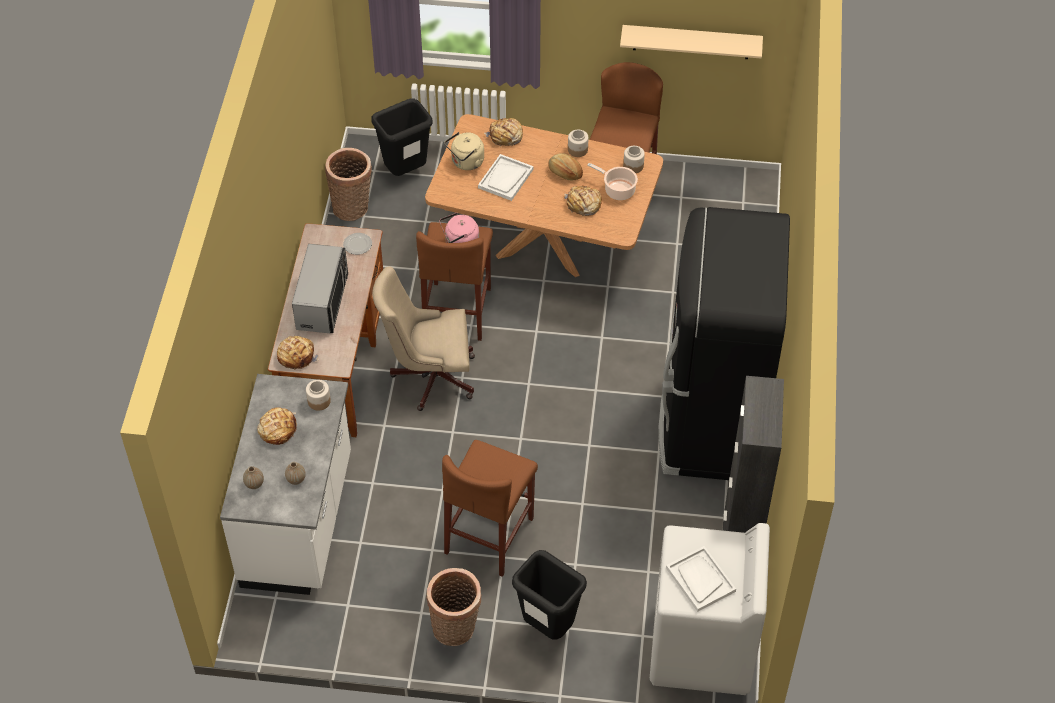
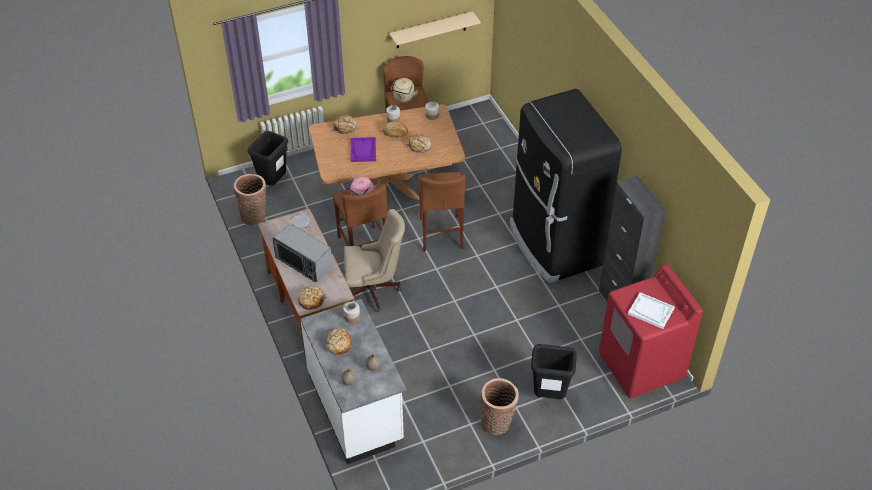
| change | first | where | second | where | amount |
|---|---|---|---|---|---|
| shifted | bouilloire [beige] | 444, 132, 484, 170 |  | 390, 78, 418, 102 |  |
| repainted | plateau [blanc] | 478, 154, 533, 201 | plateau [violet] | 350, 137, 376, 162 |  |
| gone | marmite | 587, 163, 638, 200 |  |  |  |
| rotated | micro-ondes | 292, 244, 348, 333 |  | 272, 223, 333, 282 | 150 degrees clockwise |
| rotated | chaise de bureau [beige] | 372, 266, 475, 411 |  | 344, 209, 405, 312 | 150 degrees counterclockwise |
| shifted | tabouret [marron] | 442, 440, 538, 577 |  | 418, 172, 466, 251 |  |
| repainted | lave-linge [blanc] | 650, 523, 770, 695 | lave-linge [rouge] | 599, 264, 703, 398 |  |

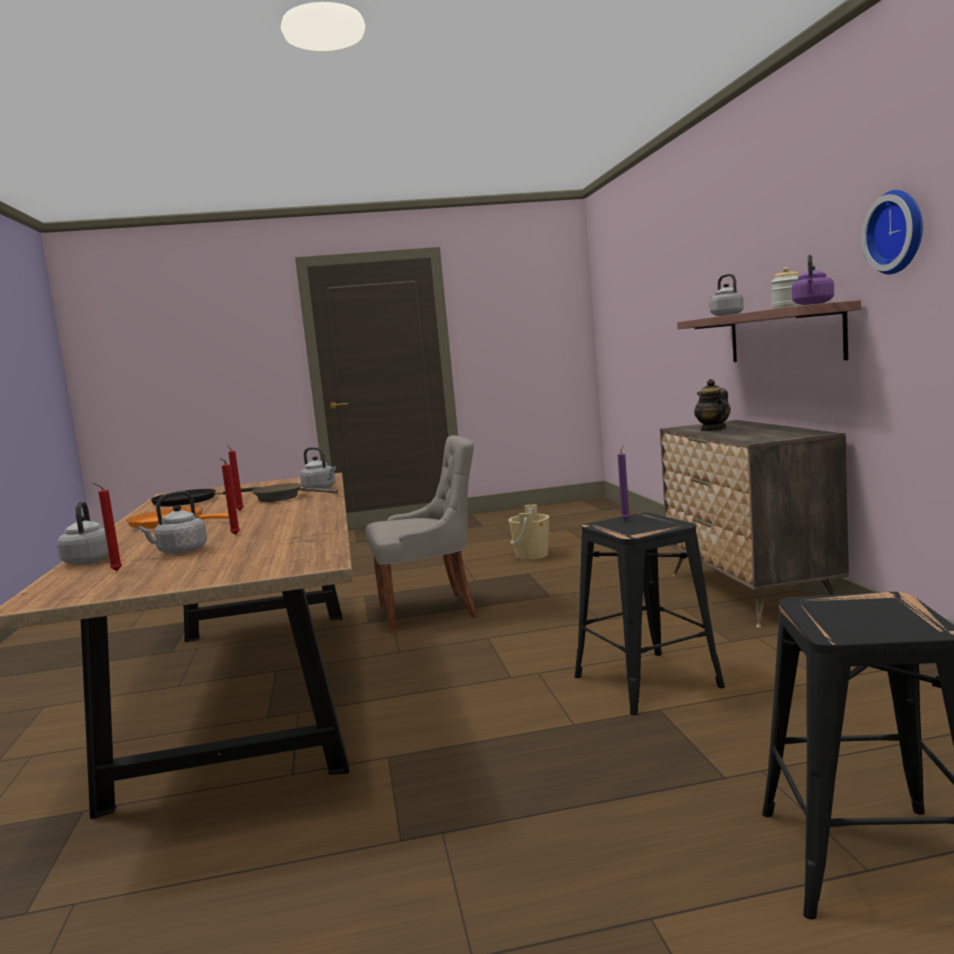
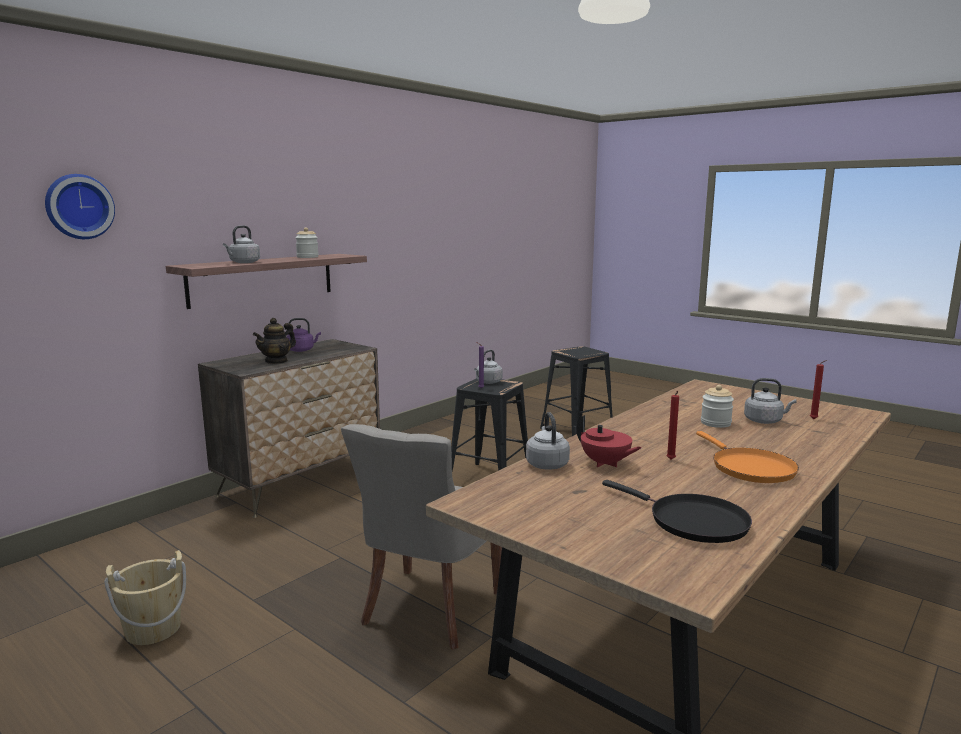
| change | first | where | second | where | amount |
|---|---|---|---|---|---|
| shifted | horloge murale | 861, 190, 923, 274 |  | 45, 174, 115, 239 |  |
| shifted | bouilloire [violet] | 792, 255, 834, 305 |  | 286, 318, 321, 352 |  |
| rotated | chaise [gris] | 366, 435, 478, 634 |  | 341, 424, 502, 649 | 105 degrees counterclockwise |
| swapped | bougie [rouge] | 220, 458, 240, 535 | bocal | 701, 385, 734, 428 |  |
| swapped | poêle [marron] | 251, 483, 338, 502 | théière [rouge] | 576, 415, 642, 467 |  |
| shifted | bouilloire [gris] | 57, 501, 109, 565 |  | 474, 350, 502, 384 |  |

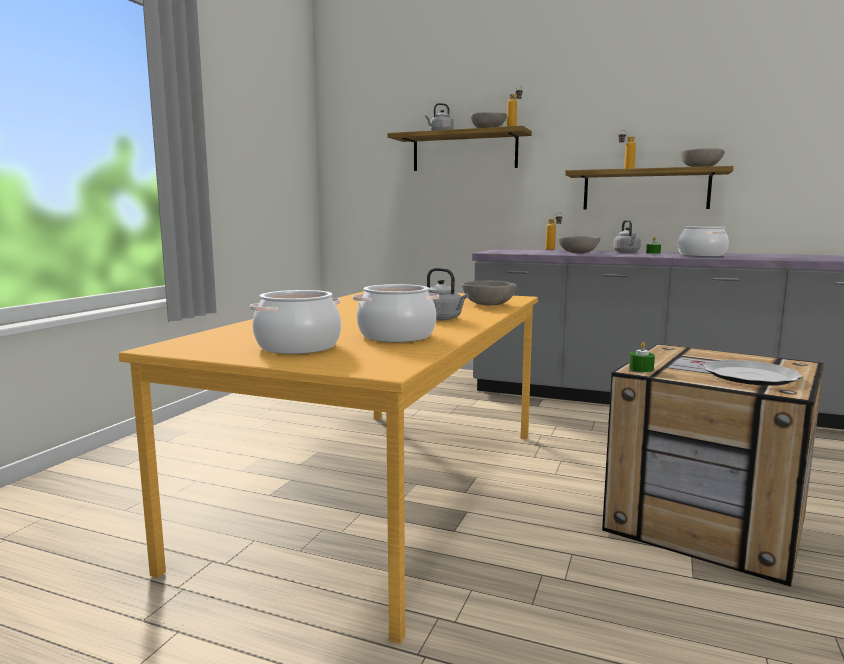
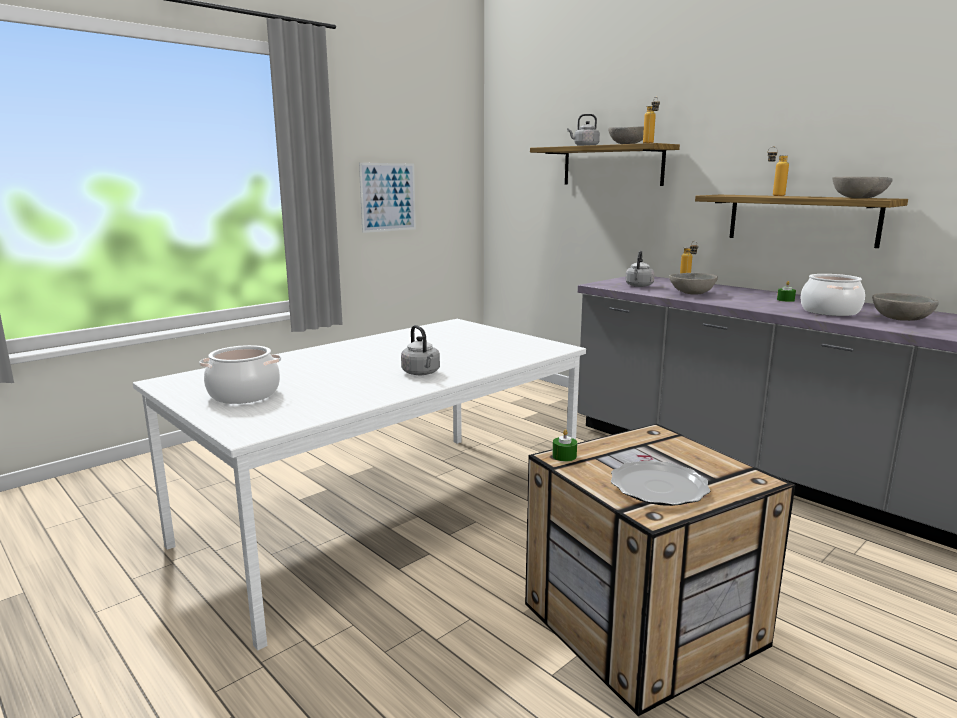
| change | first | where | second | where | amount |
|---|---|---|---|---|---|
| shifted | bouilloire [gris] | 613, 220, 641, 253 |  | 626, 251, 655, 287 |  |
| shifted | bol [gris] | 461, 281, 517, 306 |  | 872, 293, 939, 321 |  |
| gone | marmite | 353, 284, 439, 342 |  |  |  |
| repainted | table à manger [orange] | 119, 291, 538, 644 | table à manger [blanc] | 133, 319, 586, 651 |  |
| new |  |  | tableau | 359, 163, 416, 233 |  |

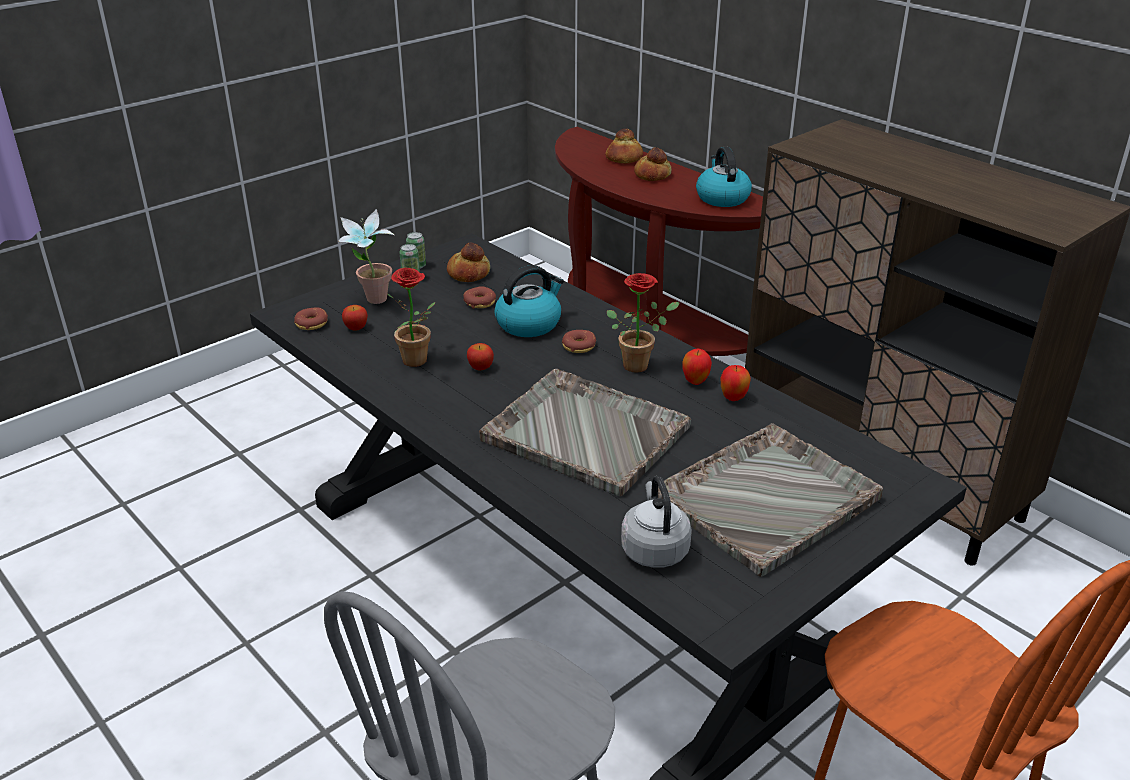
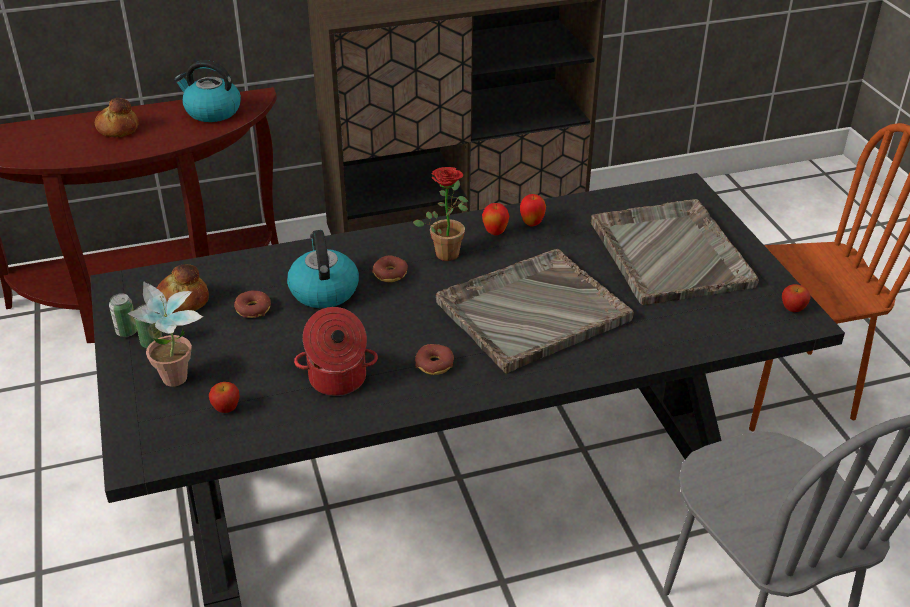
| change | first | where | second | where | amount |
|---|---|---|---|---|---|
| gone | pain | 606, 128, 643, 164 |  |  |  |
| swapped | plante en pot | 386, 267, 435, 367 | marmite | 294, 307, 378, 396 |  |
| shifted | beignet | 294, 307, 328, 330 |  | 415, 344, 454, 375 |  |
| shifted | pomme | 467, 343, 494, 370 |  | 782, 284, 811, 312 |  |
| gone | bouilloire [gris] | 621, 476, 692, 568 |  |  |  |

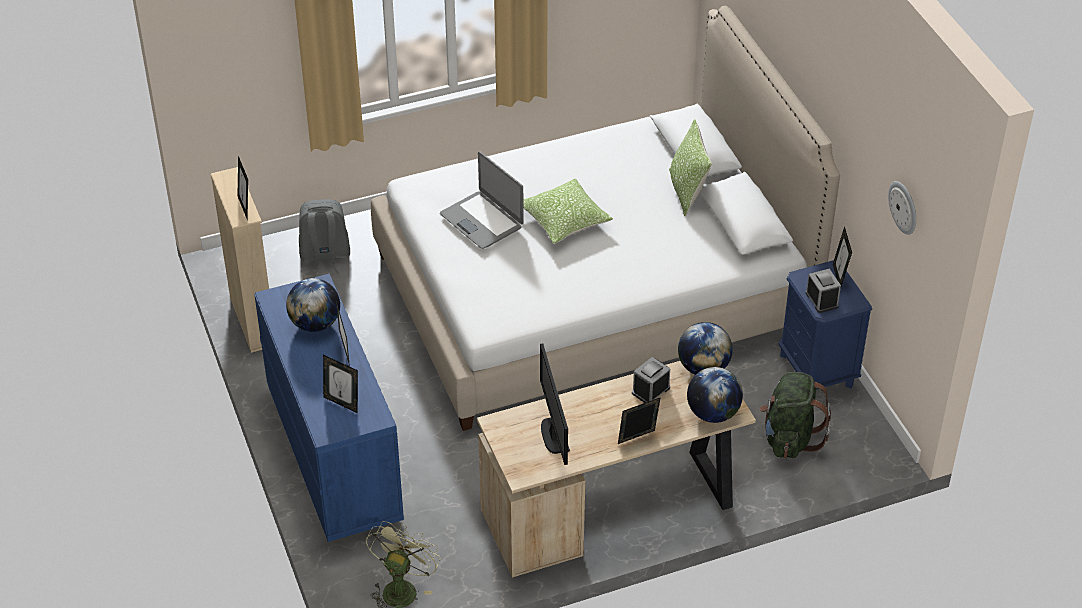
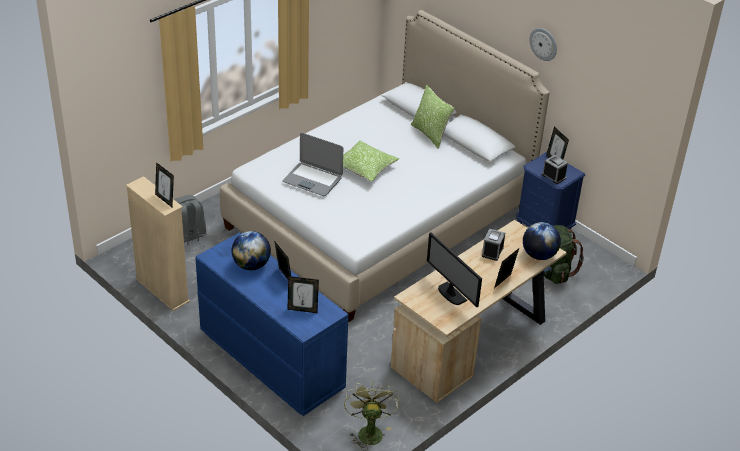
| change | first | where | second | where | amount |
|---|---|---|---|---|---|
| shifted | horloge murale | 888, 181, 916, 235 |  | 529, 28, 557, 61 |  |
| gone | globe | 678, 322, 733, 375 |  |  |  |

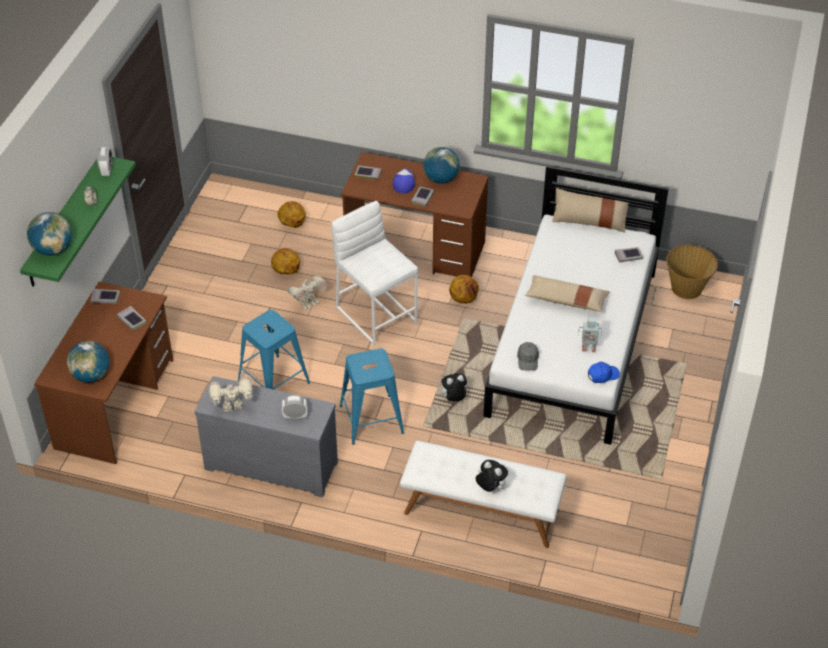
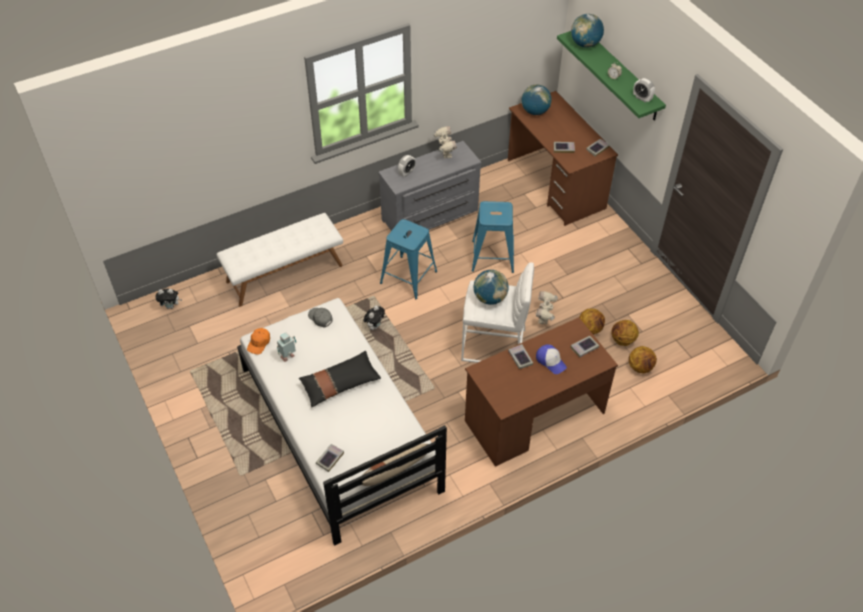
| change | first | where | second | where | amount |
|---|---|---|---|---|---|
| shifted | globe | 423, 147, 460, 184 |  | 473, 270, 509, 305 |  |
| gone | panier | 666, 245, 718, 299 |  |  |  |
| shifted | ballon de basket | 449, 275, 479, 304 |  | 611, 320, 639, 346 |  |
| repainted | coussin [beige] | 525, 275, 610, 312 | coussin [noir] | 298, 351, 381, 407 |  |
| repainted | casquette [bleu] | 588, 362, 620, 383 | casquette [orange] | 247, 328, 270, 355 |  |
| rotated | robot jouet | 209, 377, 253, 412 |  | 433, 126, 457, 158 | 45 degrees counterclockwise |
| shifted | peluche | 476, 460, 508, 492 |  | 155, 288, 182, 309 |  |

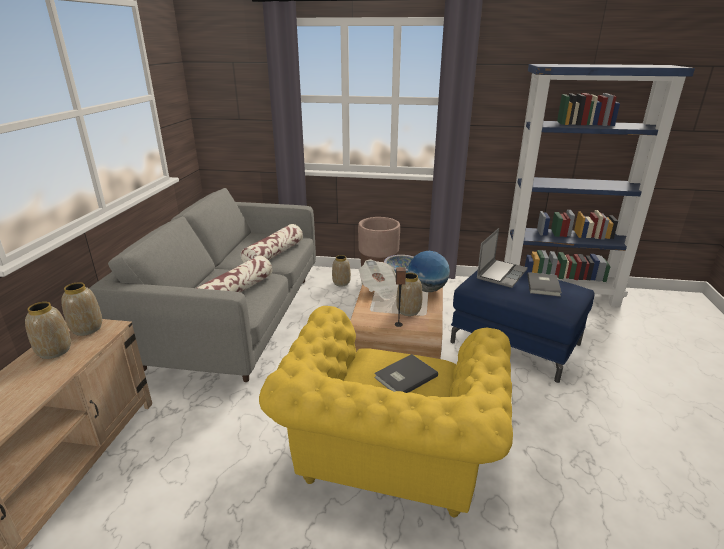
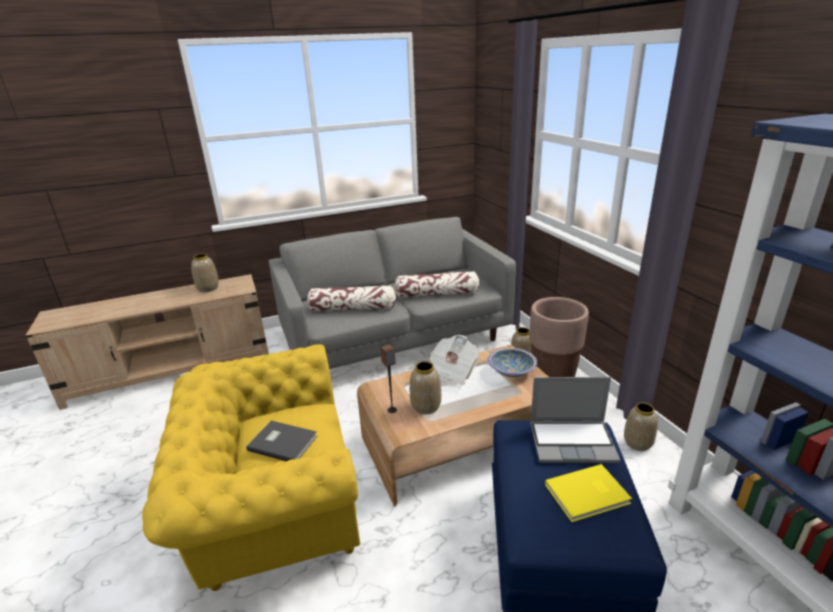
| change | first | where | second | where | amount |
|---|---|---|---|---|---|
| gone | globe | 408, 251, 450, 292 |  |  |  |
| repainted | livre [gris] | 527, 272, 562, 297 | livre [jaune] | 545, 464, 632, 522 |  |
| shifted | vase | 61, 282, 102, 336 |  | 624, 403, 658, 451 |  |

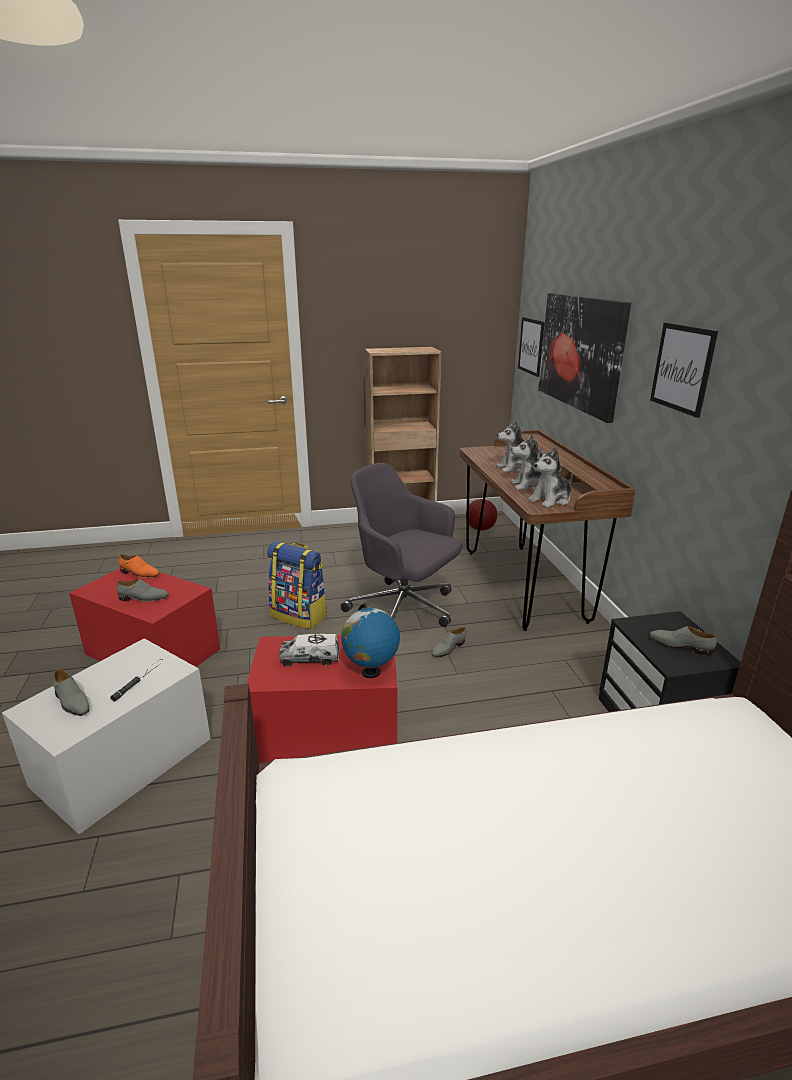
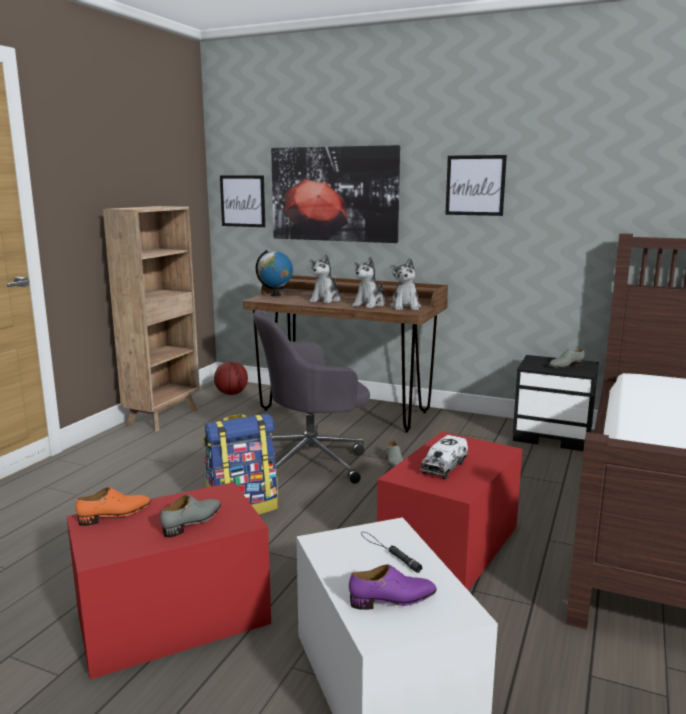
| change | first | where | second | where | amount |
|---|---|---|---|---|---|
| shifted | globe | 341, 603, 400, 678 |  | 256, 250, 293, 296 |  |
| repainted | chaussure [gris] | 52, 669, 90, 716 | chaussure [violet] | 349, 564, 437, 610 |  |

